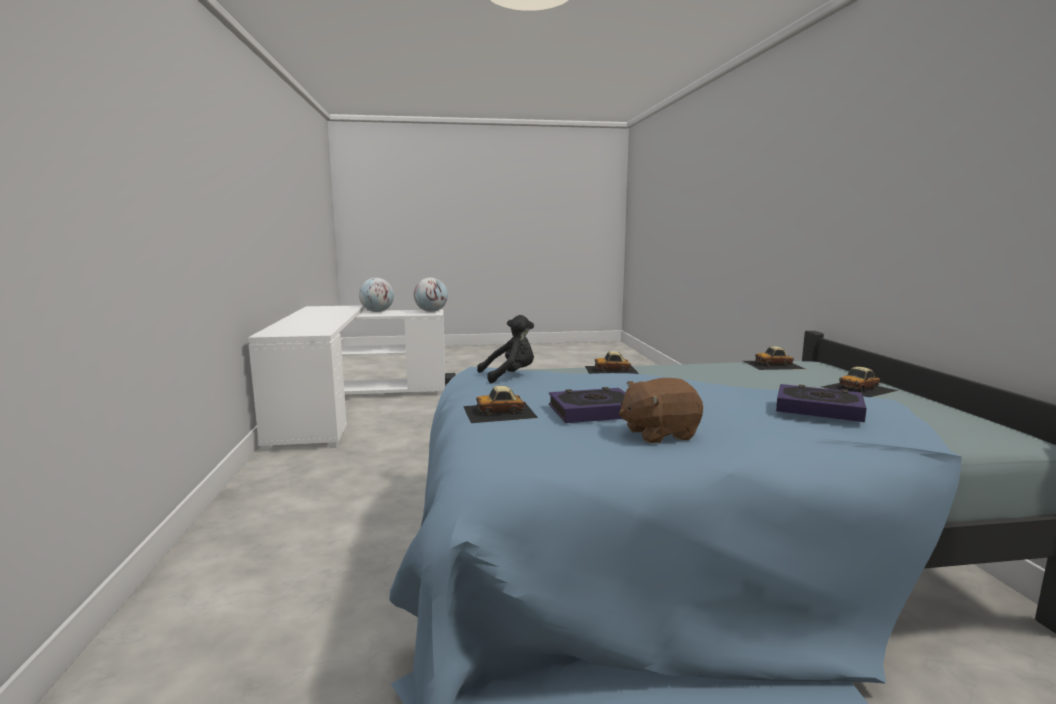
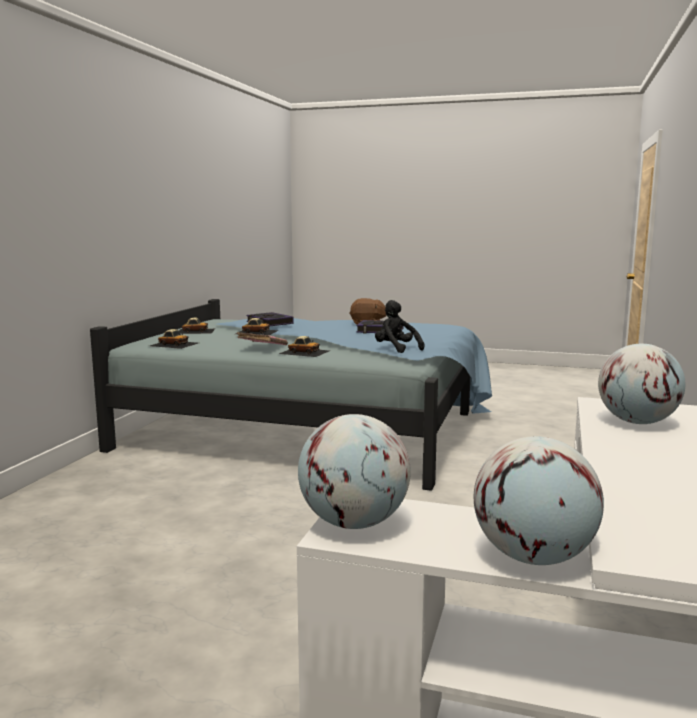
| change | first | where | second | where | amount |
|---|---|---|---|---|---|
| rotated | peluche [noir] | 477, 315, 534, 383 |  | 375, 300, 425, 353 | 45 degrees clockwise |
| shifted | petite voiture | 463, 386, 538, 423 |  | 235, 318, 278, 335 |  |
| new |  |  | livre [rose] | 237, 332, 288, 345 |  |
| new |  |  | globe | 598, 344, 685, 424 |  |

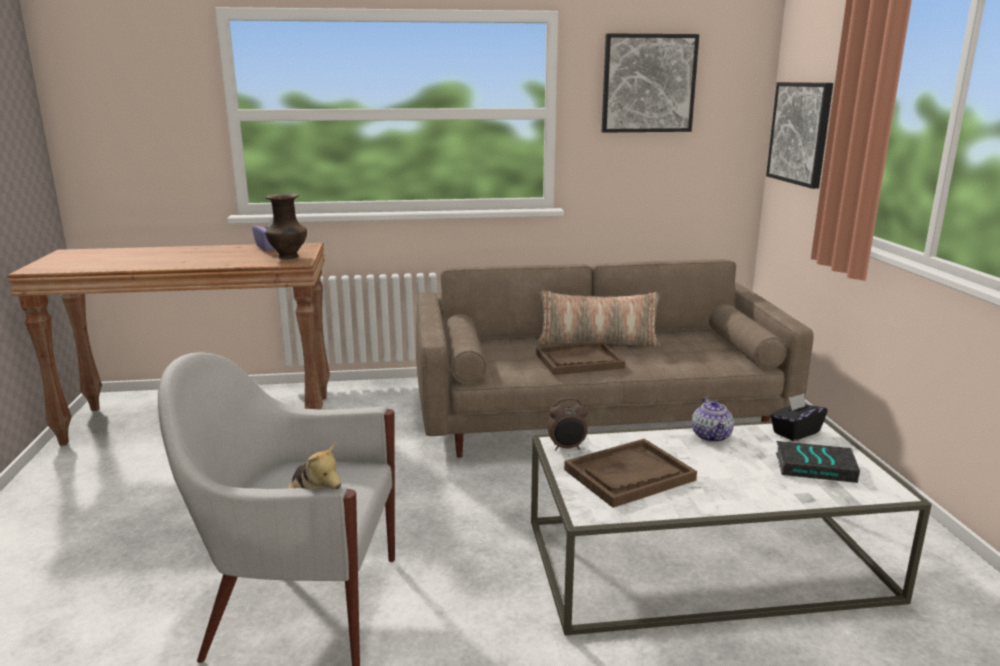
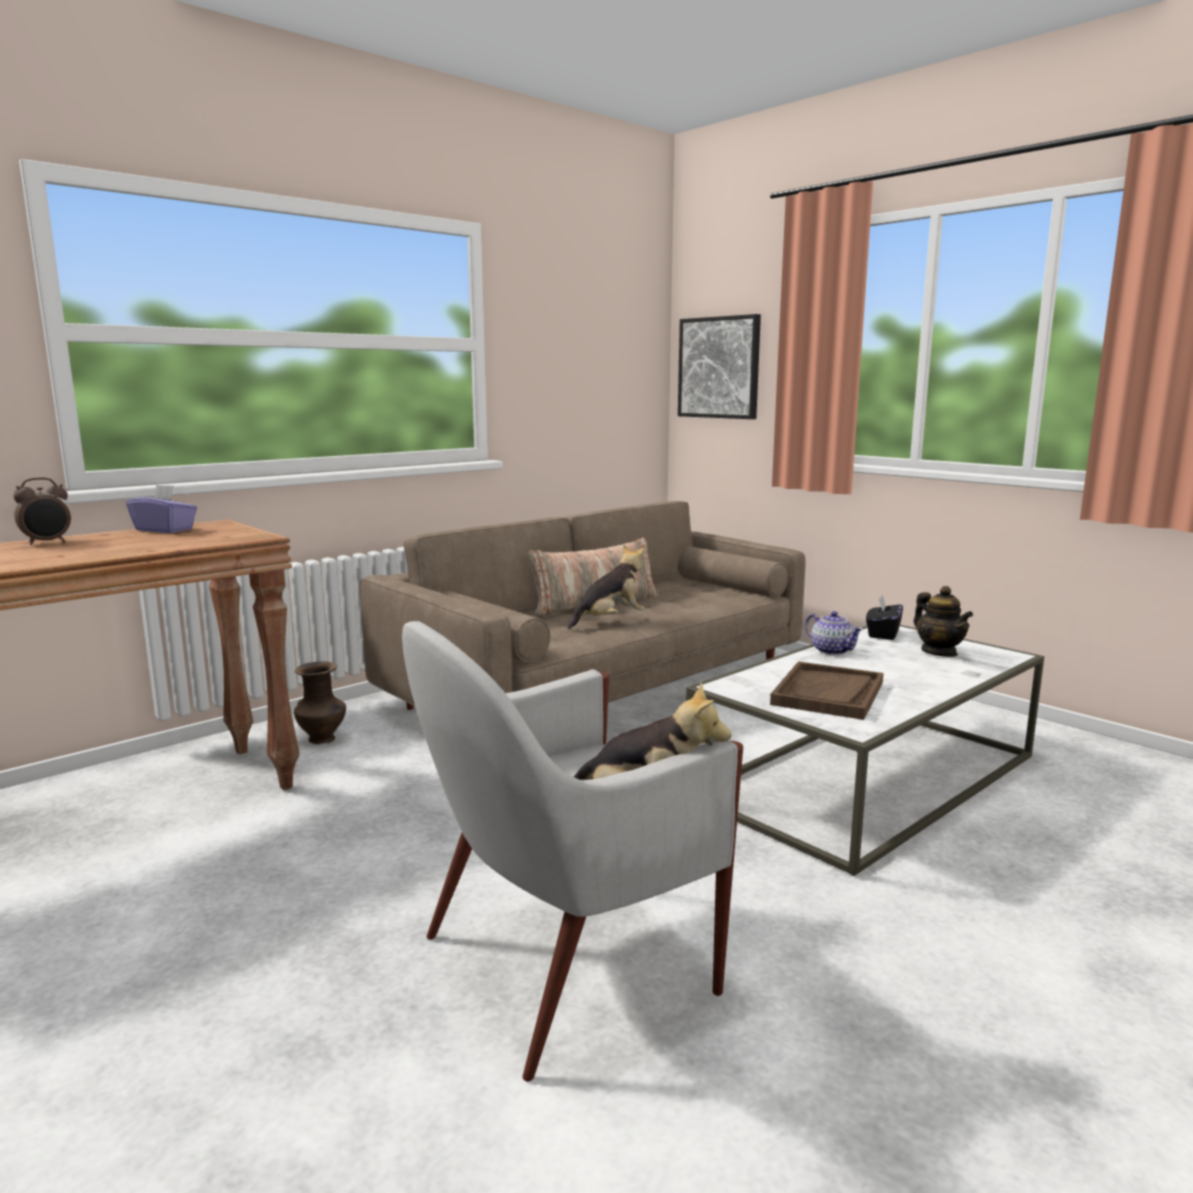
| change | first | where | second | where | amount |
|---|---|---|---|---|---|
| gone | tableau | 602, 33, 699, 133 |  |  |  |
| shifted | vase [marron] | 265, 193, 307, 259 |  | 294, 661, 346, 744 |  |
| swapped | plateau [marron] | 536, 342, 625, 375 | peluche | 568, 544, 645, 629 |  |
| shifted | réveil | 547, 398, 588, 450 |  | 13, 478, 71, 545 |  |
| swapped | livre | 776, 441, 860, 483 | théière | 914, 586, 973, 657 |  |

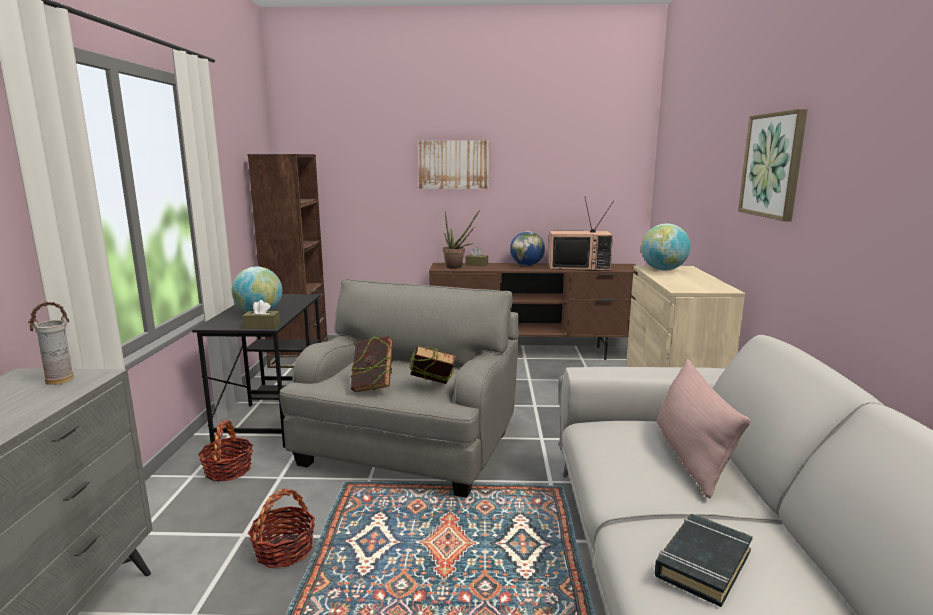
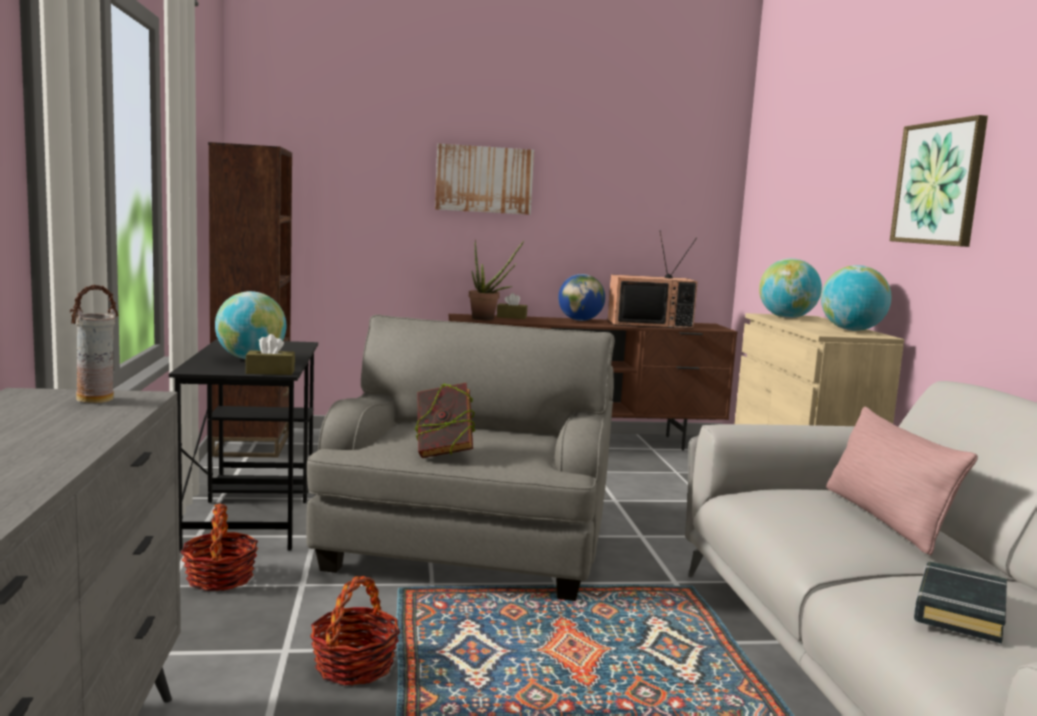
| change | first | where | second | where | amount |
|---|---|---|---|---|---|
| gone | livre | 410, 345, 456, 384 |  |  |  |
| new |  |  | globe | 821, 265, 891, 331 |  |

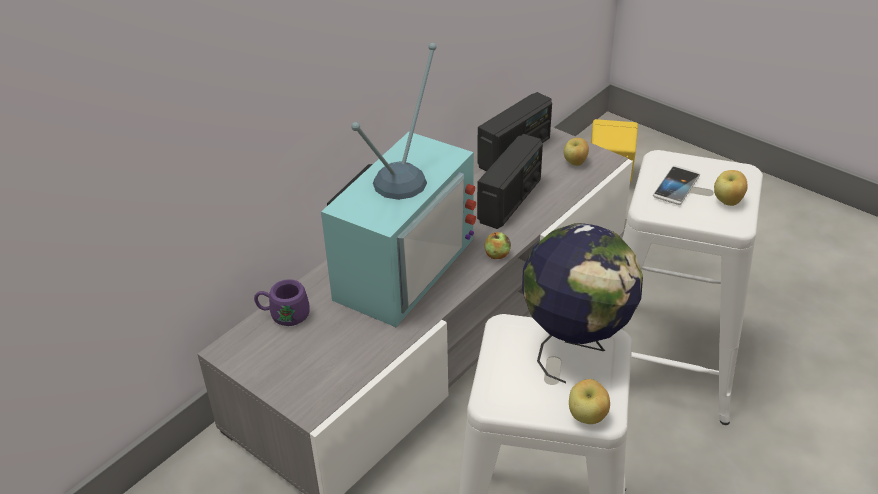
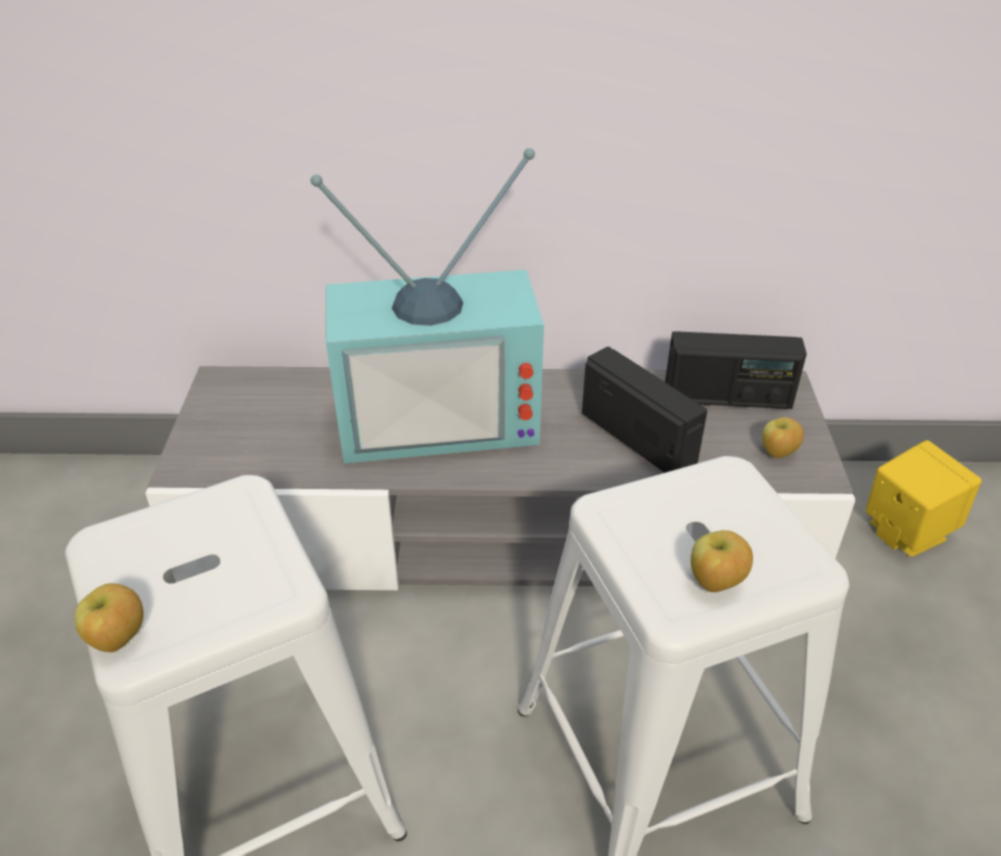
| change | first | where | second | where | amount |
|---|---|---|---|---|---|
| rotated | radio | 477, 134, 543, 229 |  | 582, 347, 707, 473 | 120 degrees counterclockwise |
| gone | téléphone | 653, 166, 700, 205 |  |  |  |
| gone | globe | 522, 223, 643, 383 |  |  |  |
| gone | pomme | 485, 232, 511, 259 |  |  |  |
| gone | mug [violet] | 254, 279, 309, 326 |  |  |  |

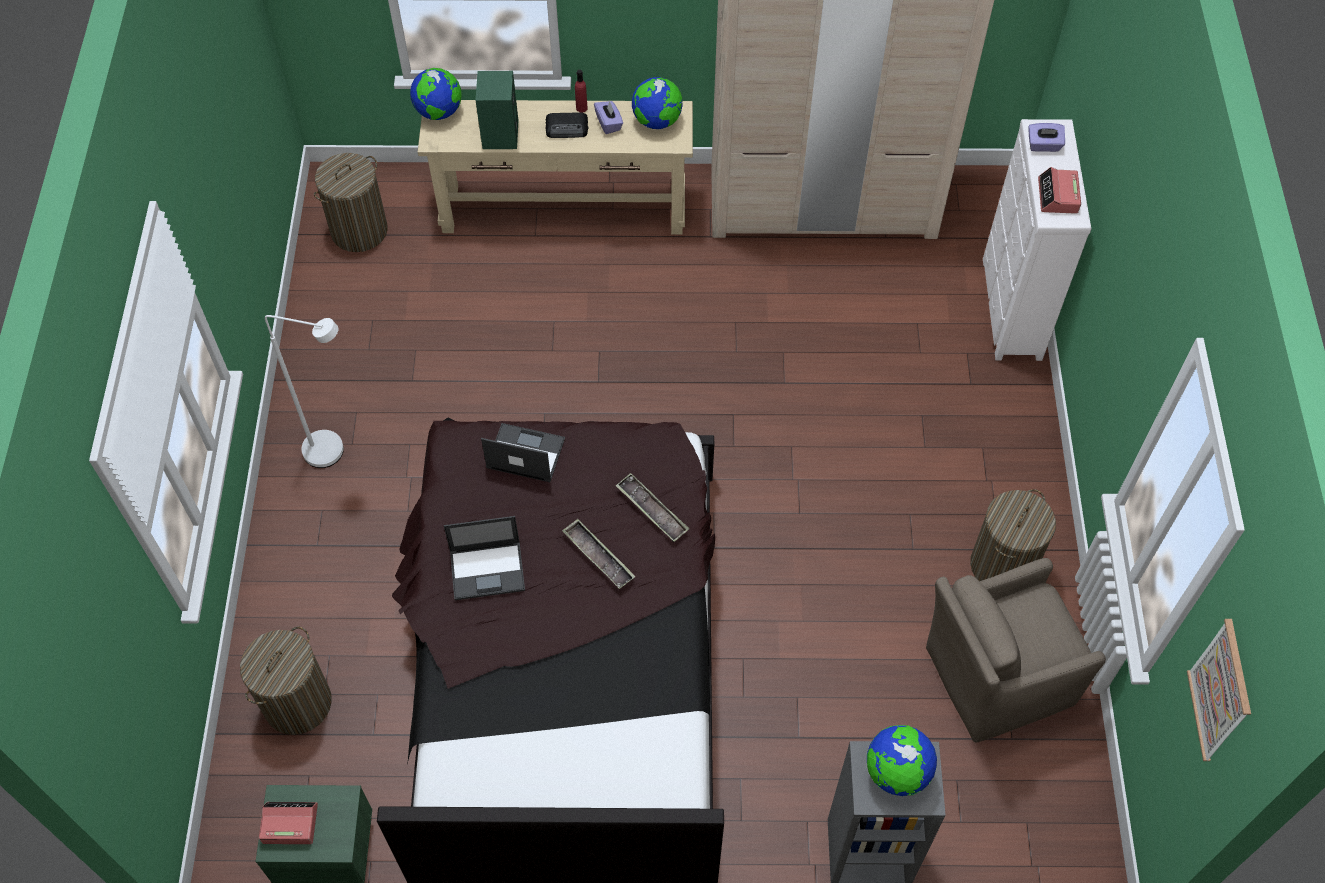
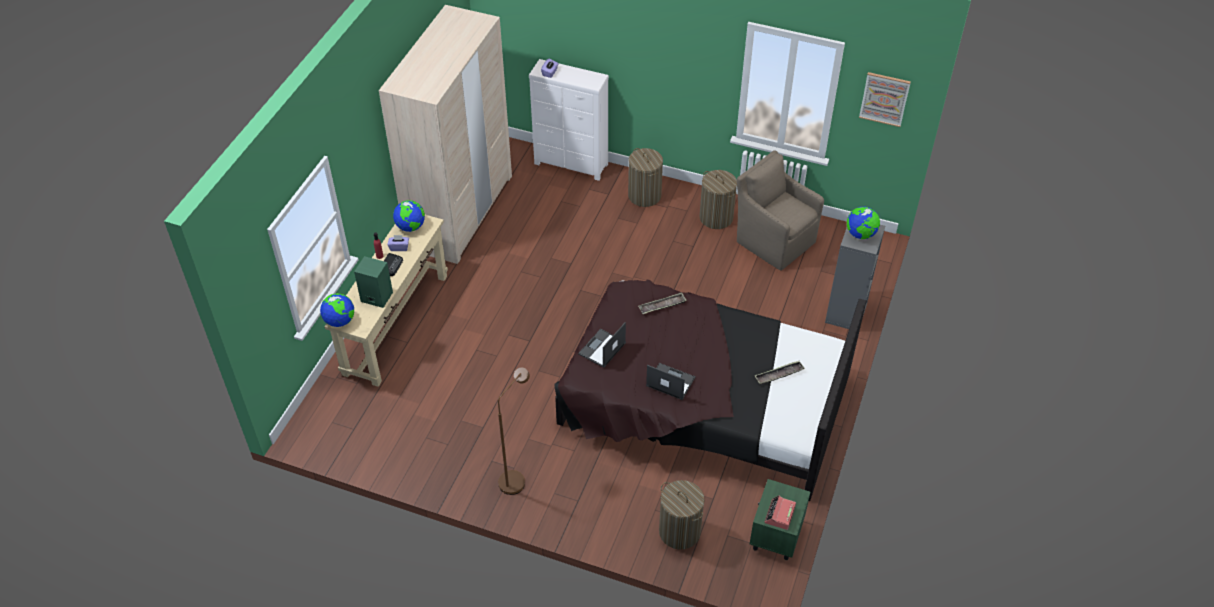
| change | first | where | second | where | amount |
|---|---|---|---|---|---|
| shifted | panier à linge | 314, 153, 388, 252 |  | 628, 148, 663, 207 |  |
| gone | réveil | 1038, 167, 1081, 214 |  |  |  |
| repainted | lampadaire [blanc] | 265, 315, 344, 468 | lampadaire [marron] | 498, 367, 530, 495 |  |
| rotated | ordinateur portable | 444, 516, 525, 600 |  | 646, 363, 696, 400 | 75 degrees counterclockwise |
| shifted | plateau | 562, 519, 635, 589 |  | 754, 361, 805, 384 |  |
| rotated | fauteuil [marron] | 926, 558, 1106, 742 |  | 737, 150, 824, 270 | 135 degrees clockwise |

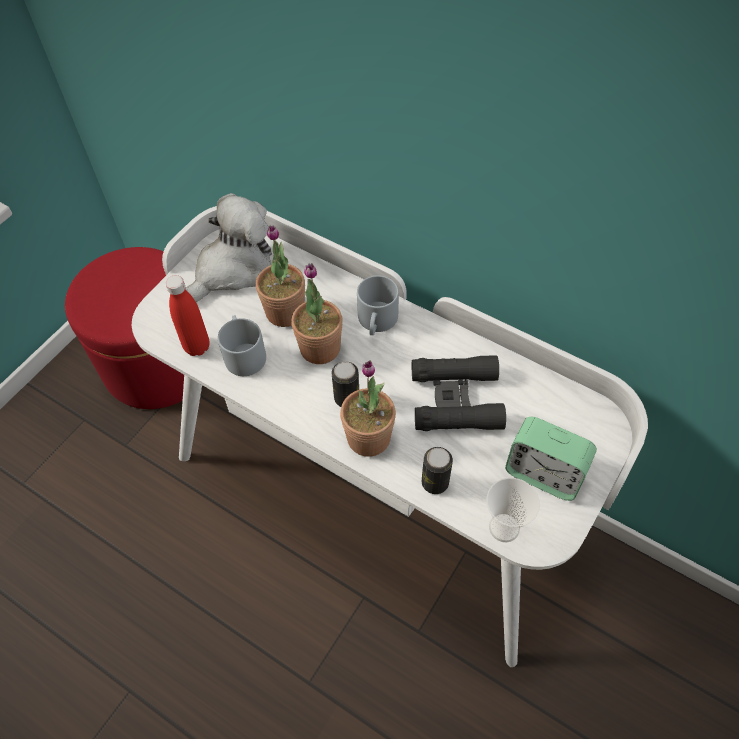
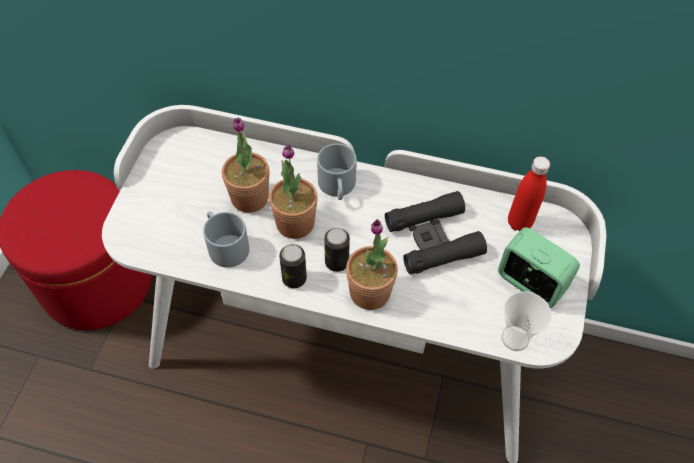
| change | first | where | second | where | amount |
|---|---|---|---|---|---|
| gone | peluche | 185, 193, 272, 302 |  |  |  |
| shifted | bouteille [rouge] | 166, 275, 209, 356 |  | 508, 156, 550, 231 |  |
| rotated | réveil | 505, 417, 597, 501 |  | 498, 227, 580, 308 | 150 degrees counterclockwise |
| shifted | boîte métallique | 422, 447, 453, 494 |  | 279, 244, 307, 288 |  |

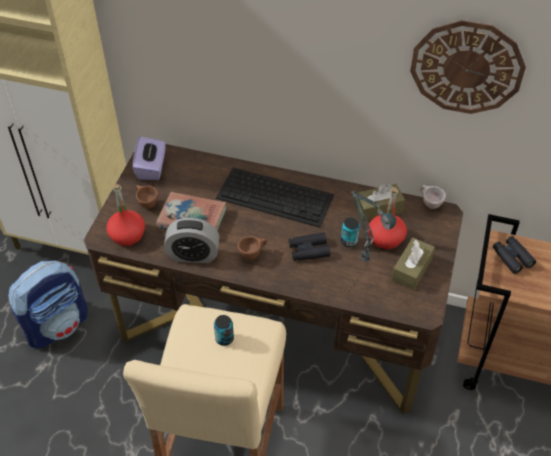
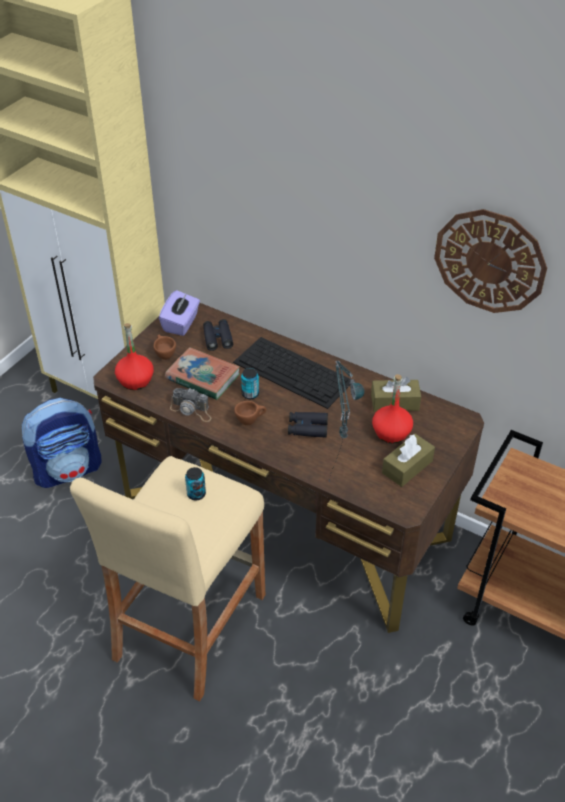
| change | first | where | second | where | amount |
|---|---|---|---|---|---|
| gone | tasse [beige] | 420, 185, 446, 209 |  |  |  |
| shifted | boîte métallique | 341, 217, 360, 247 |  | 241, 368, 259, 399 |  |
| swapped | réveil | 164, 218, 220, 263 | appareil photo | 170, 388, 211, 422 |  |
| shifted | jumelles [noir] | 493, 236, 536, 274 |  | 203, 319, 233, 351 |  |

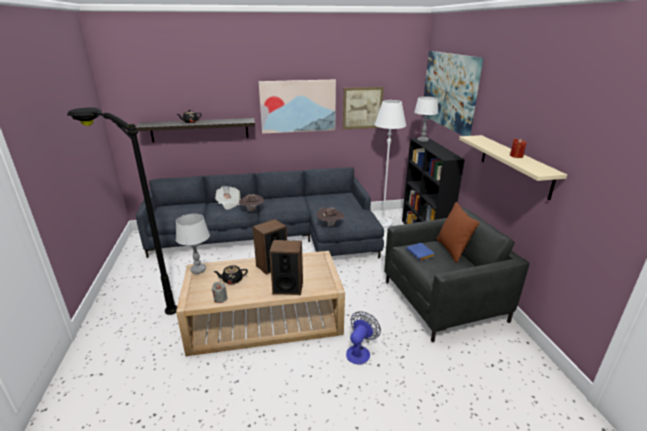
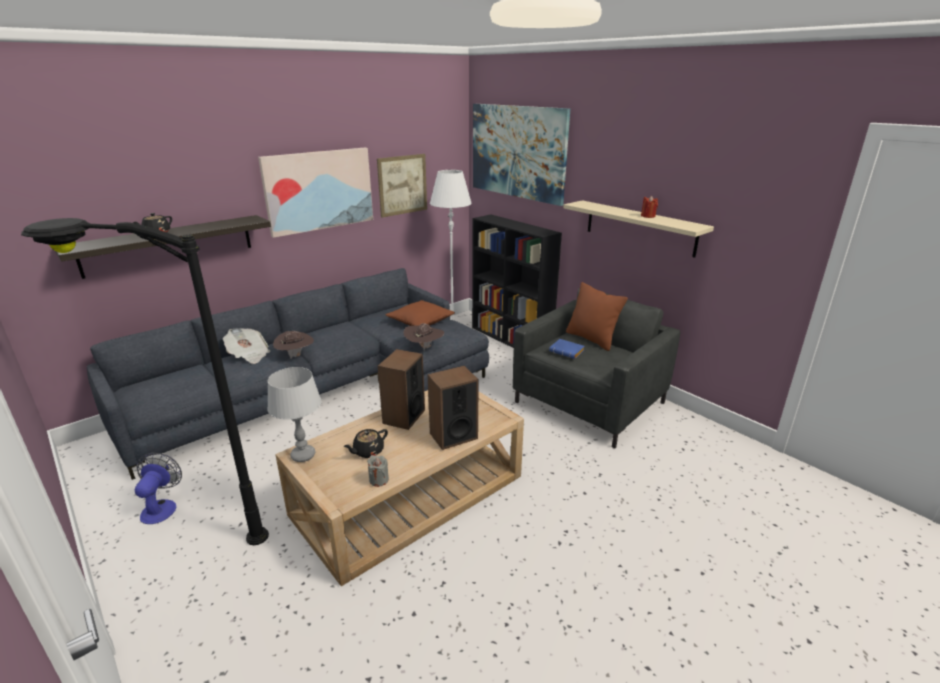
| change | first | where | second | where | amount |
|---|---|---|---|---|---|
| gone | lampe de table [blanc] | 414, 97, 438, 142 |  |  |  |
| shifted | ventilateur | 346, 311, 381, 364 |  | 135, 453, 182, 524 |  |
| new |  |  | coussin [marron] | 385, 300, 455, 326 |  |

